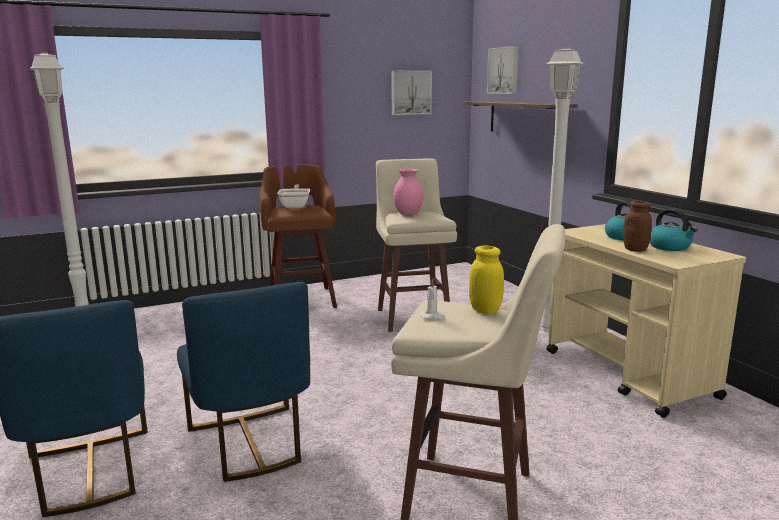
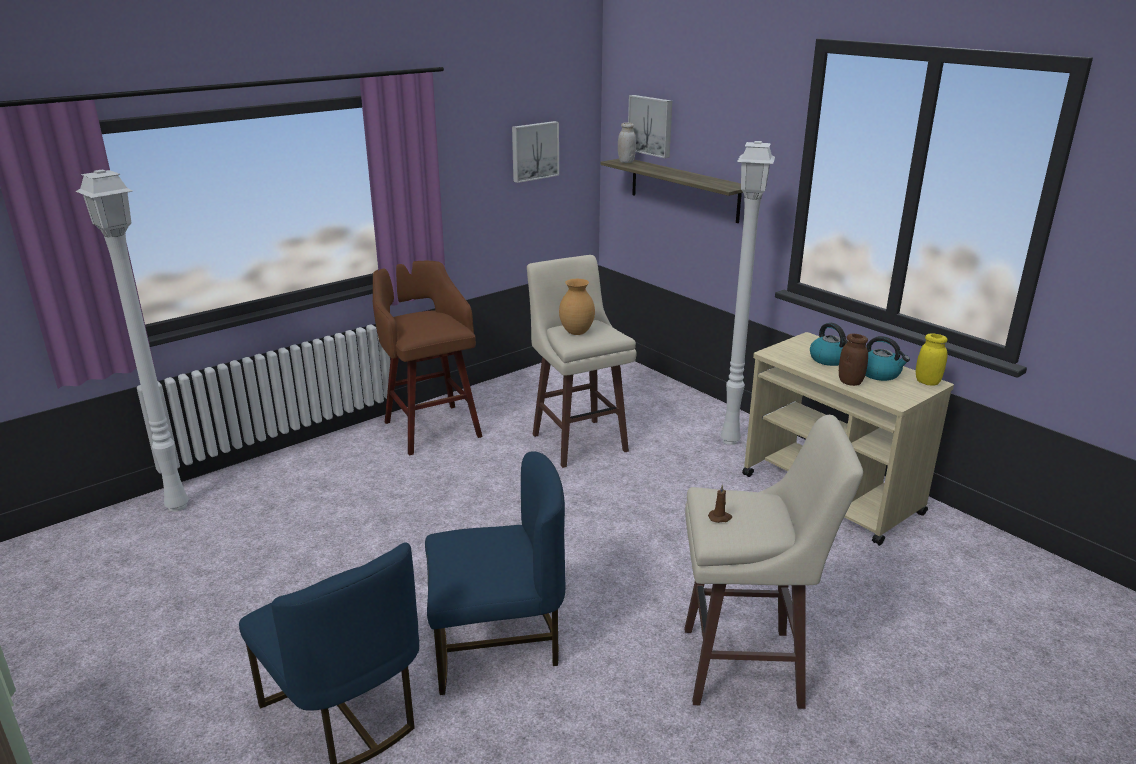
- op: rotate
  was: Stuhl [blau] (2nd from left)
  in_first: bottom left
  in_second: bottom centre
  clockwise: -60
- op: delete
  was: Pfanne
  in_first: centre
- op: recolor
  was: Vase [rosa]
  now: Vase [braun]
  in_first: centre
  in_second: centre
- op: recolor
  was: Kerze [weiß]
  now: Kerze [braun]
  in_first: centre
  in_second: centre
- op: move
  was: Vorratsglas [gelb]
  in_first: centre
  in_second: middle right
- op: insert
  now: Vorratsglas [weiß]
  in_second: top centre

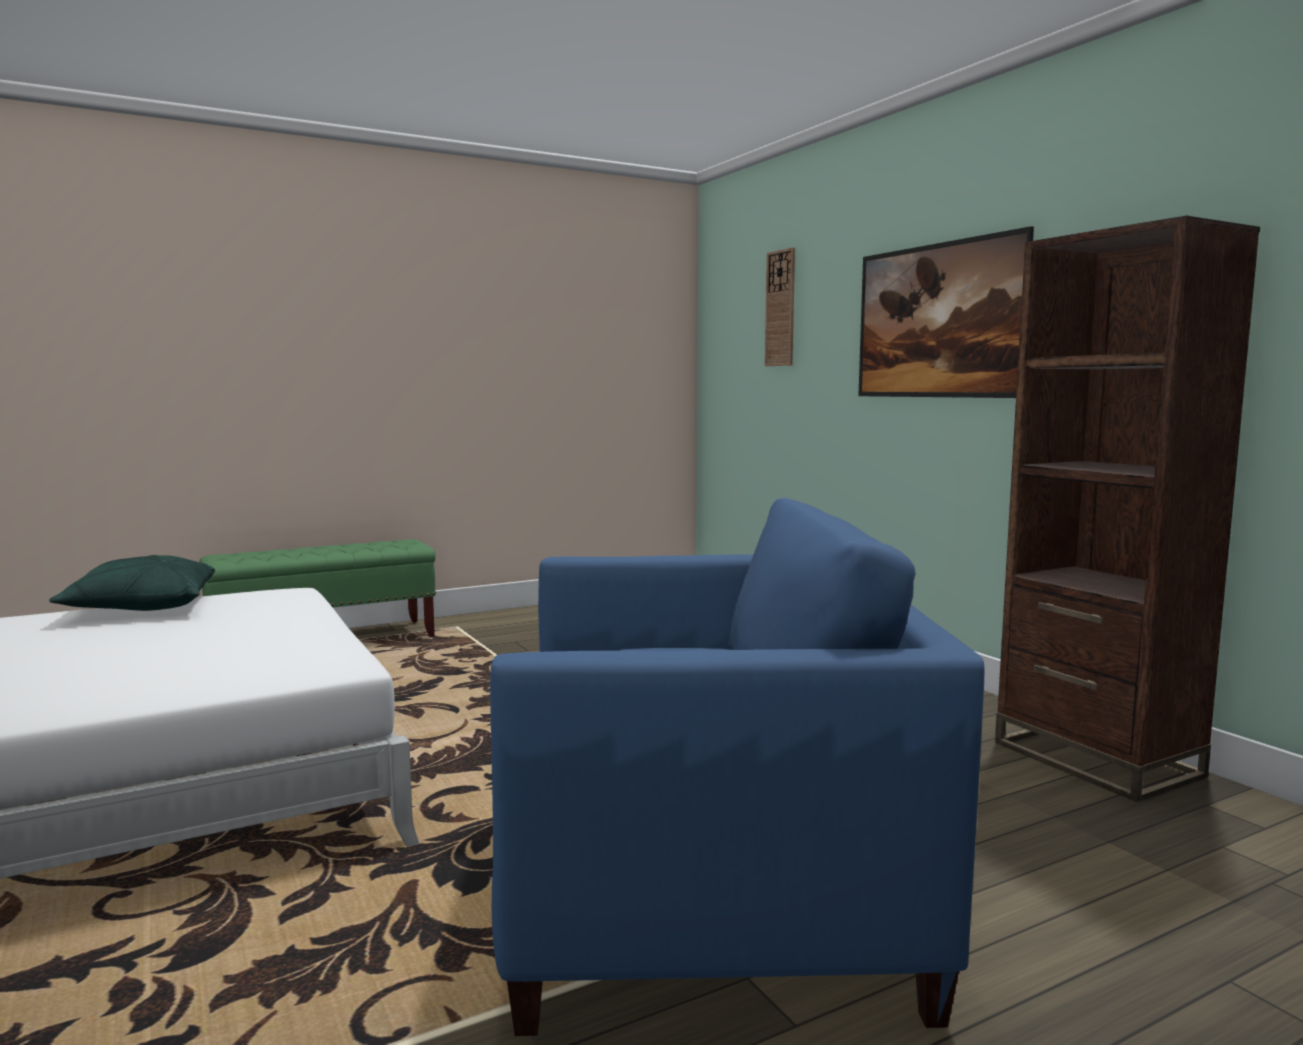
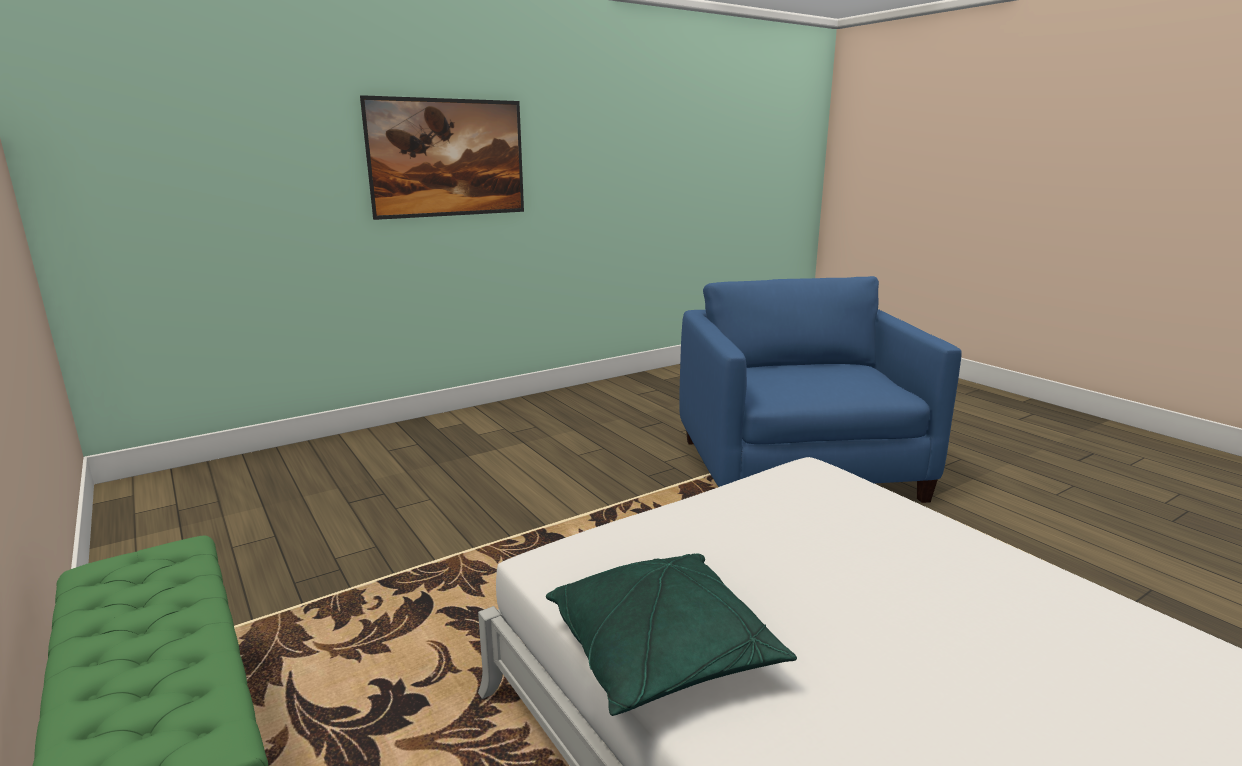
- op: delete
  was: Wanduhr
  in_first: top centre
- op: delete
  was: Bücherregal [braun]
  in_first: middle right

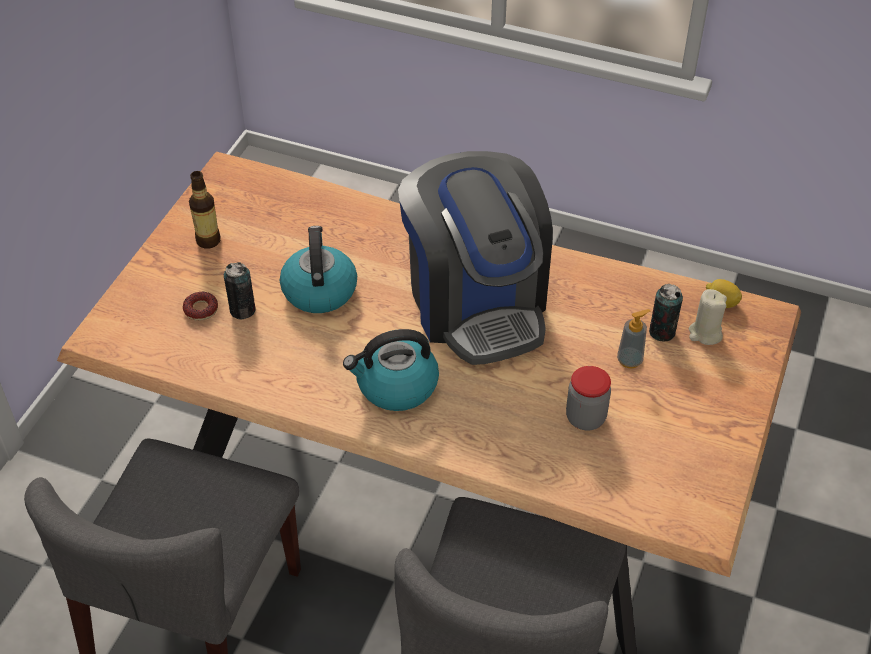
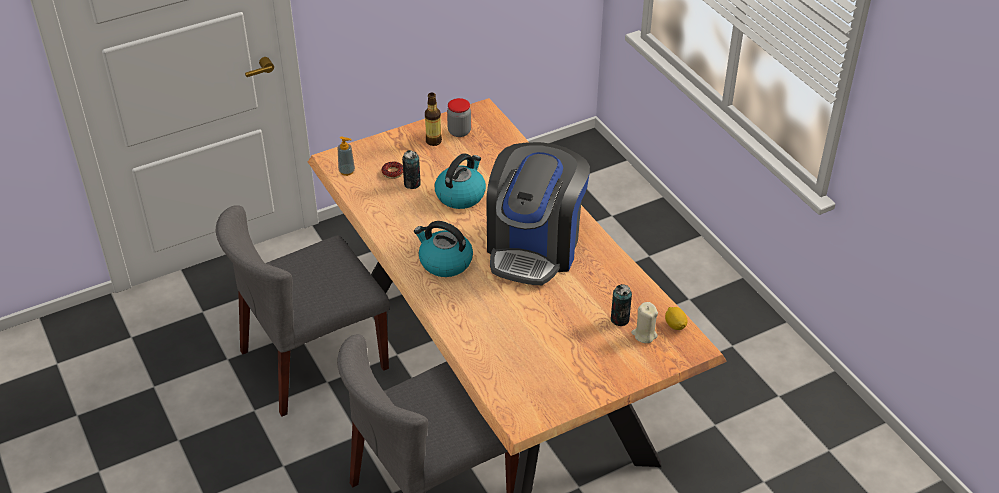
- op: move
  was: Vorratsglas
  in_first: middle right
  in_second: top centre
- op: move
  was: Seifenspender
  in_first: middle right
  in_second: top centre

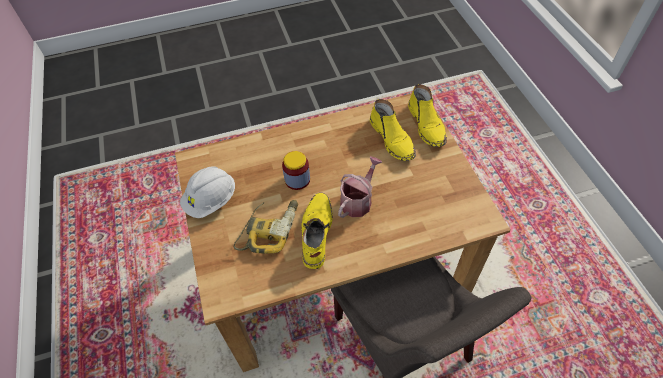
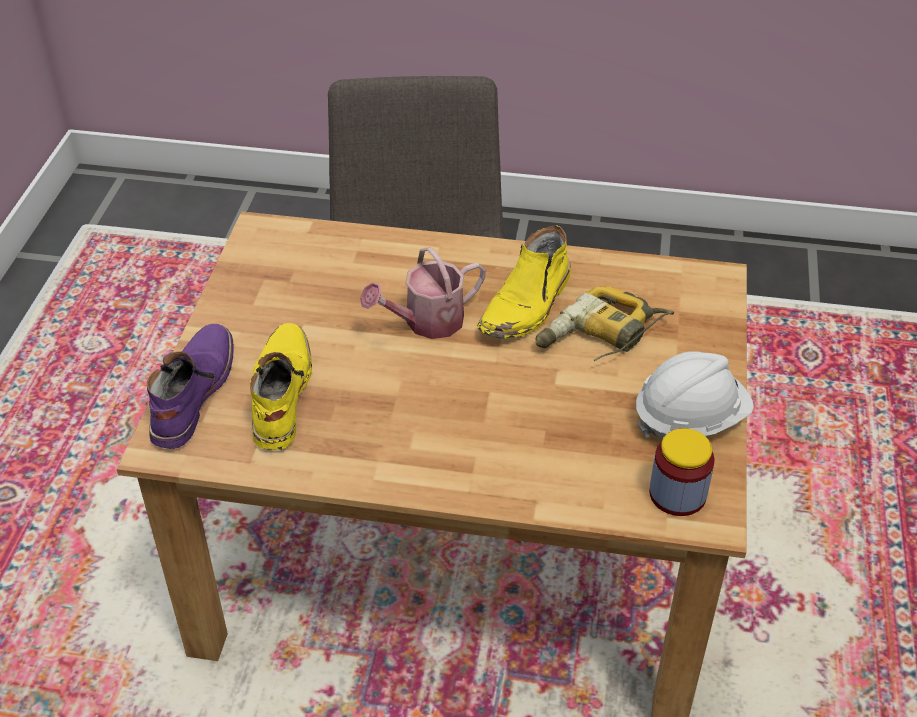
- op: move
  was: Vorratsglas
  in_first: centre
  in_second: middle right
- op: recolor
  was: Stiefel [gelb] (3rd from left)
  now: Stiefel [lila]
  in_first: top centre
  in_second: middle left

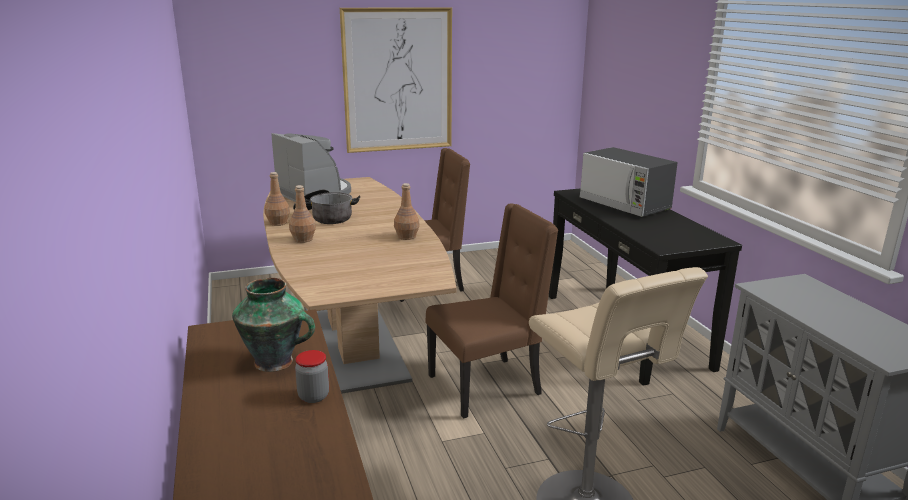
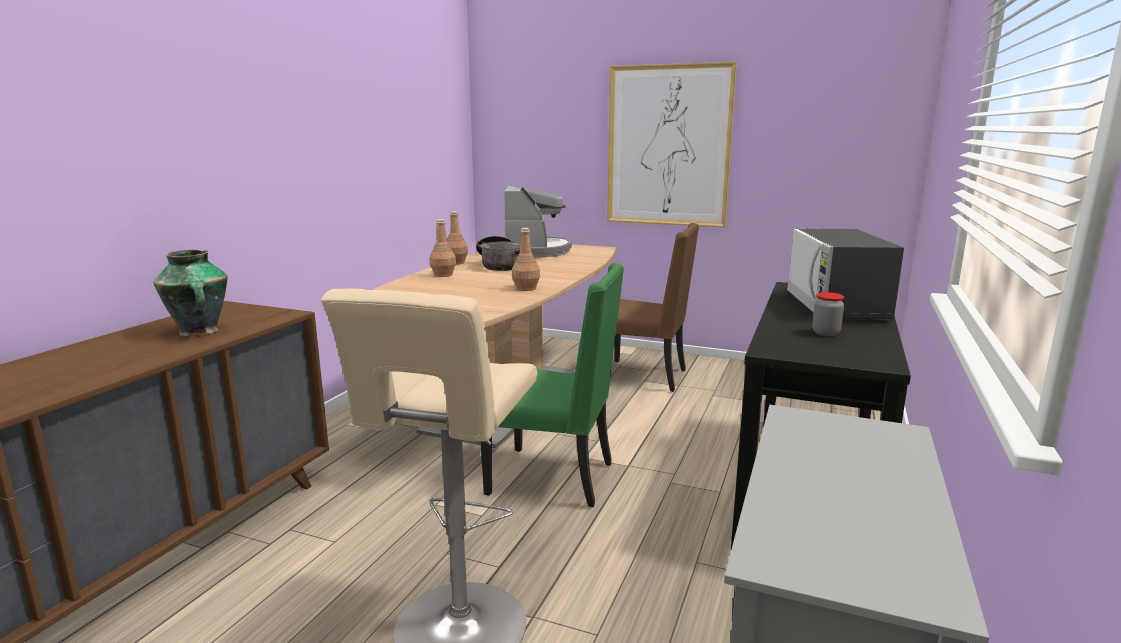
- op: move
  was: Vorratsglas
  in_first: bottom centre
  in_second: middle right
- op: recolor
  was: Stuhl [braun] (2nd from left)
  now: Stuhl [grün]
  in_first: centre
  in_second: centre

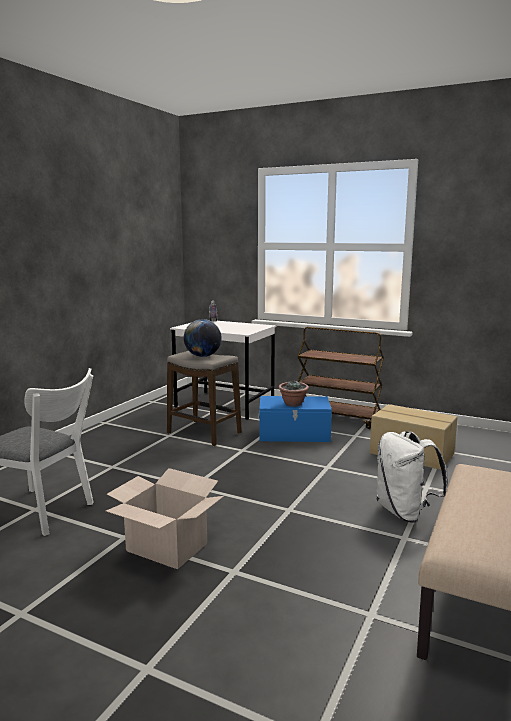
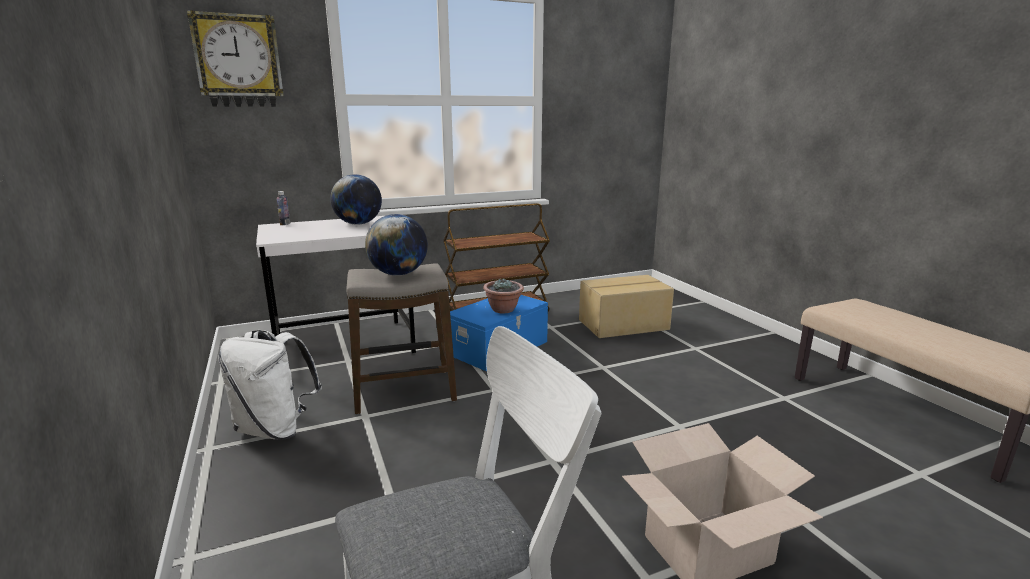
- op: move
  was: Rucksack [weiß]
  in_first: middle right
  in_second: middle left
- op: insert
  now: Wanduhr
  in_second: top left
- op: insert
  now: Globus (1st from left)
  in_second: centre

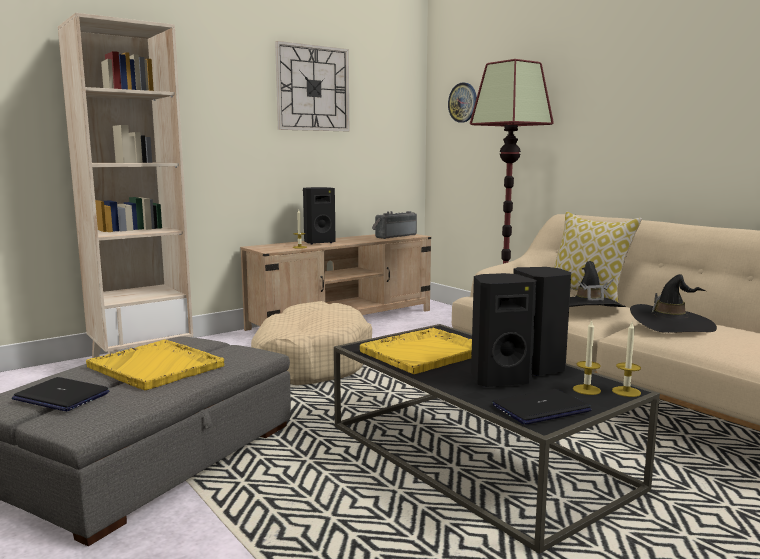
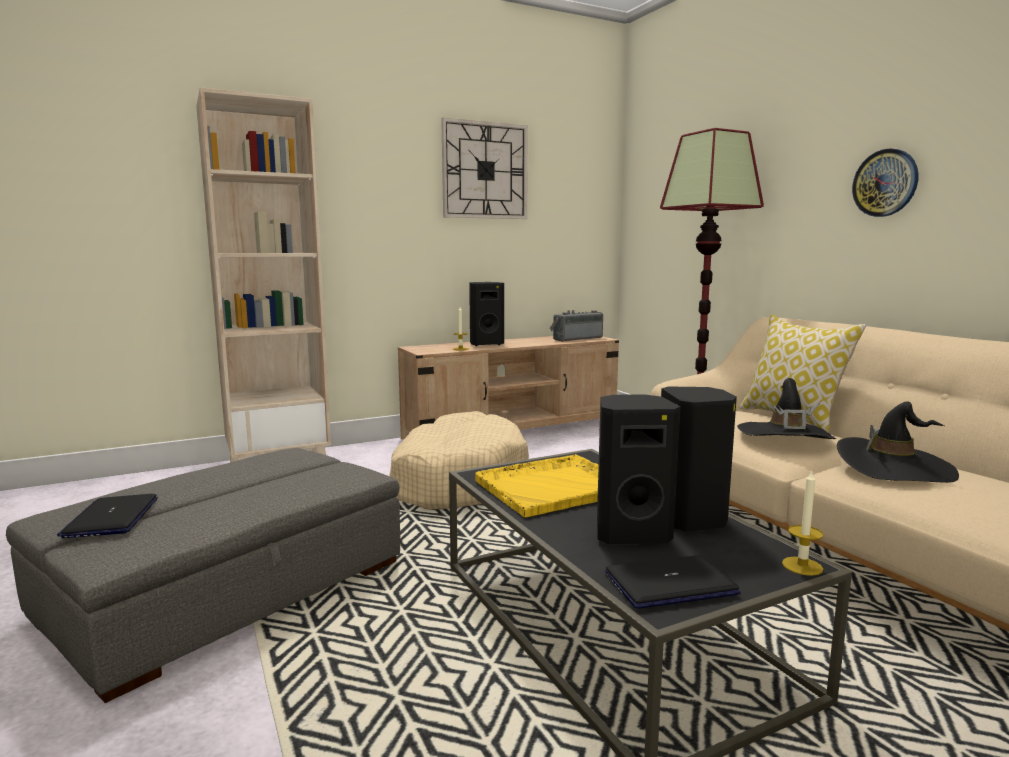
- op: rotate
  was: Laptop (1st from left)
  in_first: bottom left
  in_second: bottom left
  clockwise: 45
- op: delete
  was: Tablett [gelb] (1st from left)
  in_first: middle left
- op: move
  was: Wanduhr (2nd from left)
  in_first: top centre
  in_second: top right
- op: delete
  was: Kerze (2nd from left)
  in_first: middle right

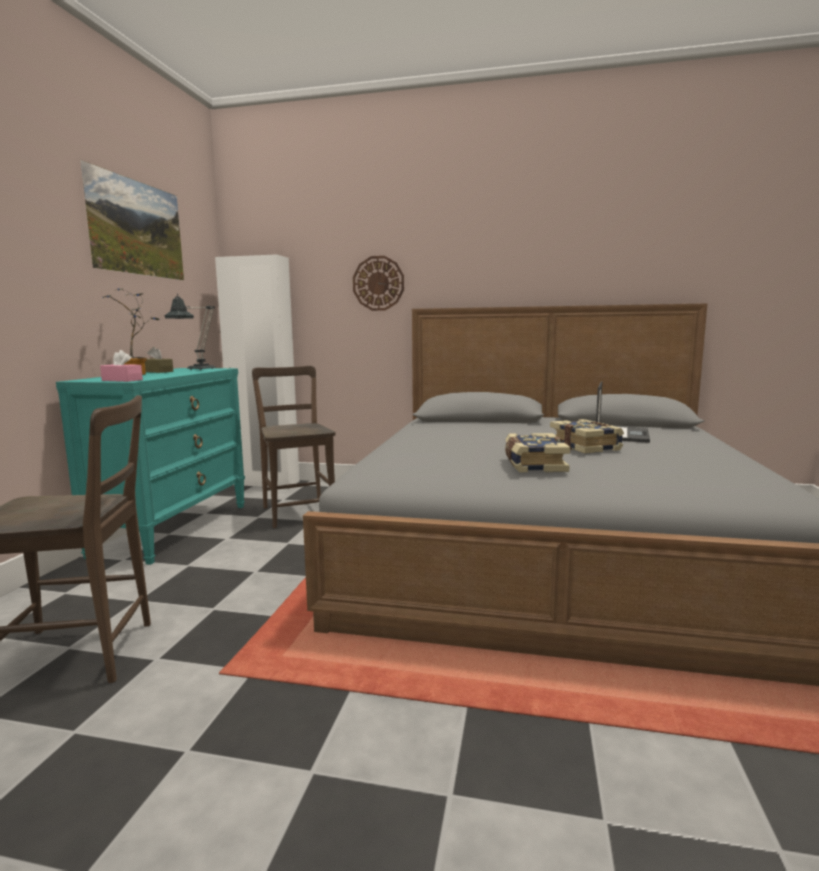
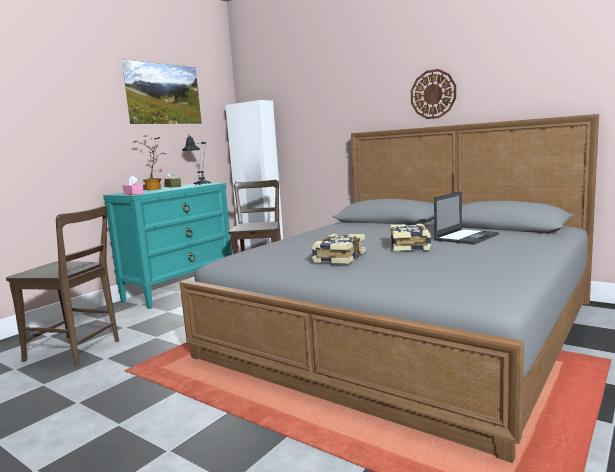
- op: move
  was: Wanduhr
  in_first: top centre
  in_second: top right

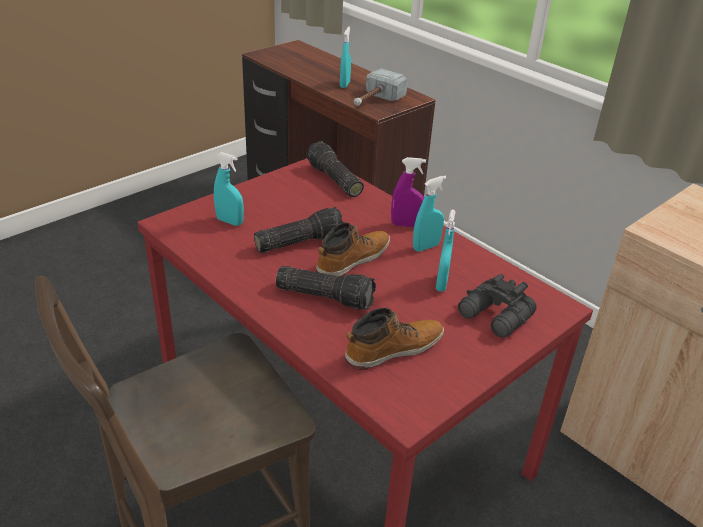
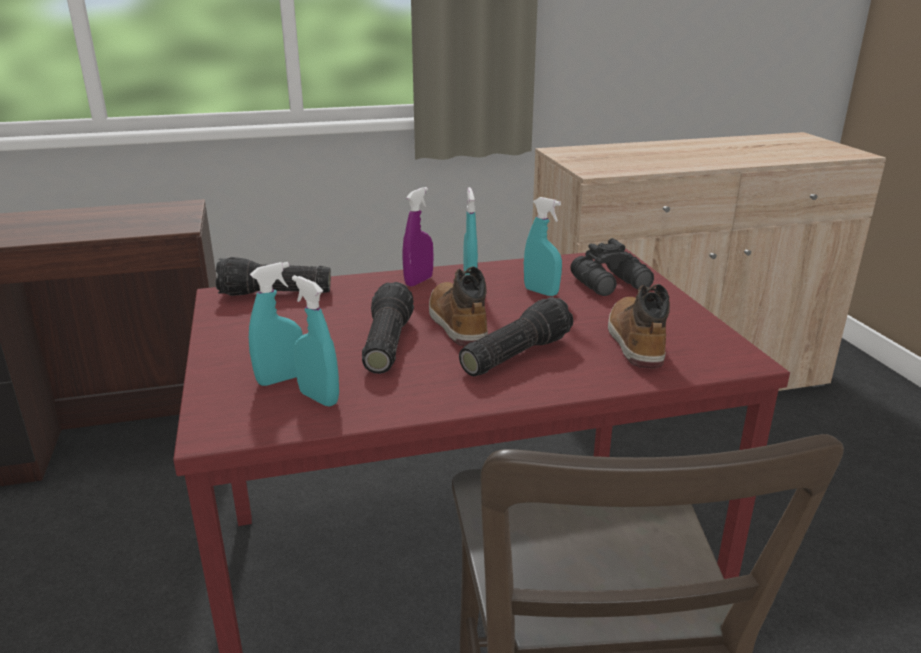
- op: move
  was: Sprühflasche [türkis] (2nd from left)
  in_first: top centre
  in_second: centre
- op: delete
  was: Hammer
  in_first: top centre

